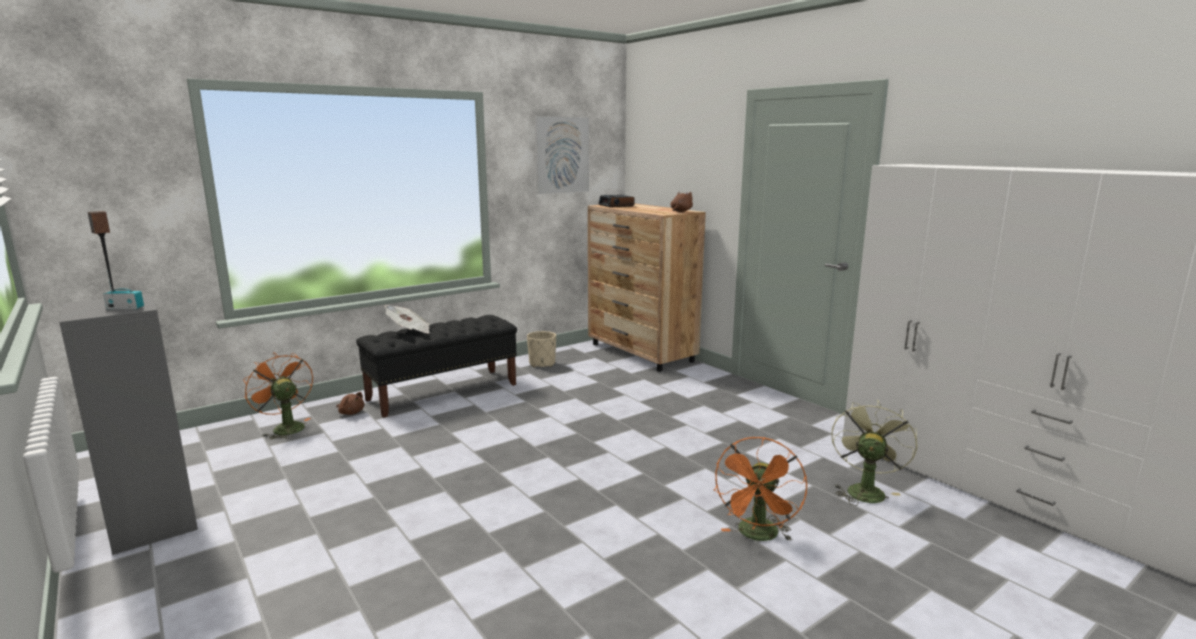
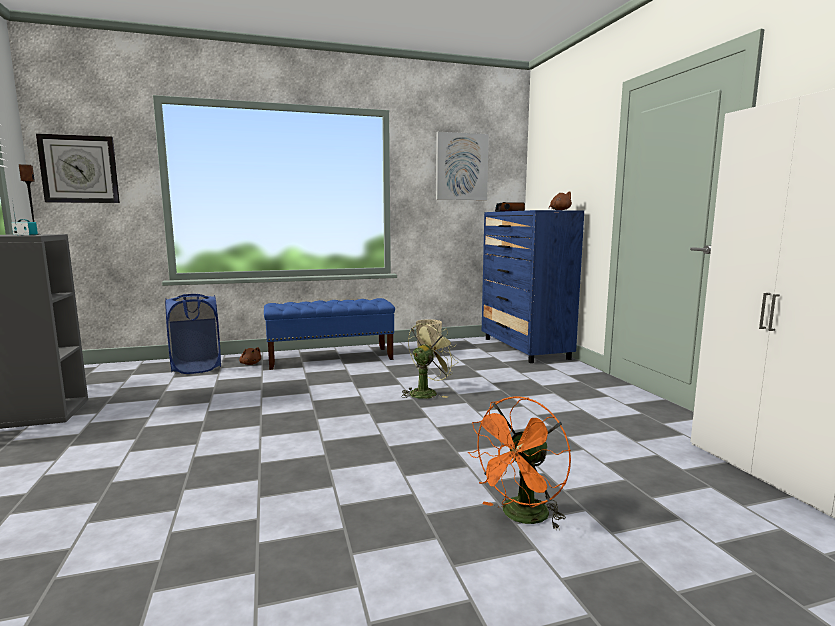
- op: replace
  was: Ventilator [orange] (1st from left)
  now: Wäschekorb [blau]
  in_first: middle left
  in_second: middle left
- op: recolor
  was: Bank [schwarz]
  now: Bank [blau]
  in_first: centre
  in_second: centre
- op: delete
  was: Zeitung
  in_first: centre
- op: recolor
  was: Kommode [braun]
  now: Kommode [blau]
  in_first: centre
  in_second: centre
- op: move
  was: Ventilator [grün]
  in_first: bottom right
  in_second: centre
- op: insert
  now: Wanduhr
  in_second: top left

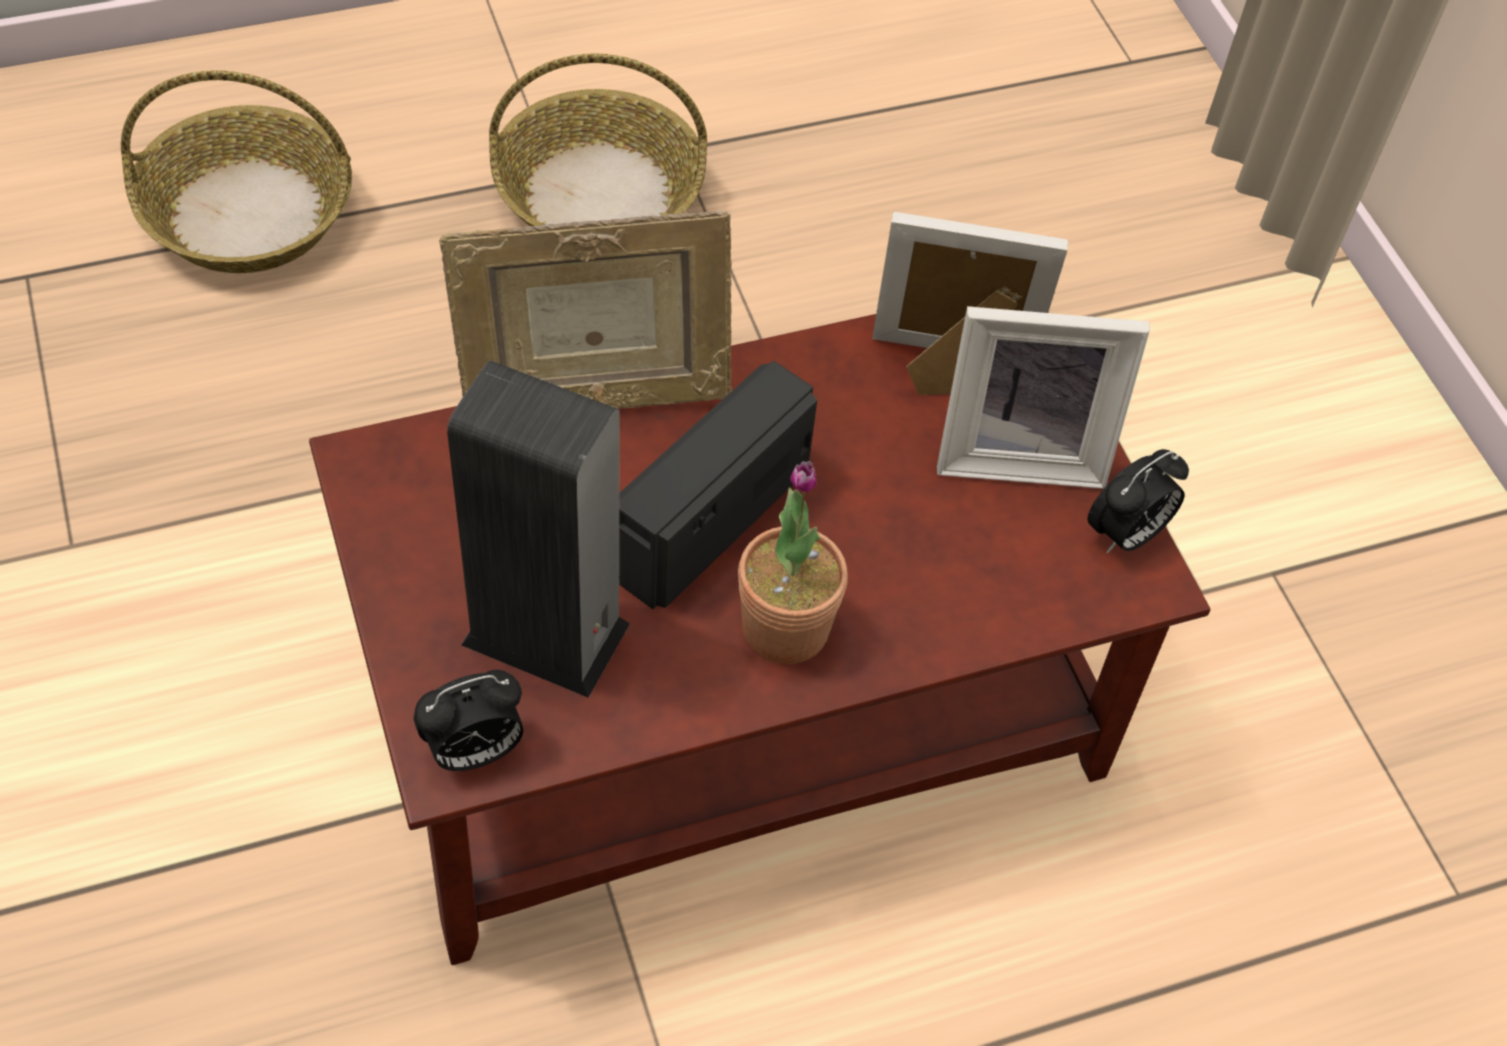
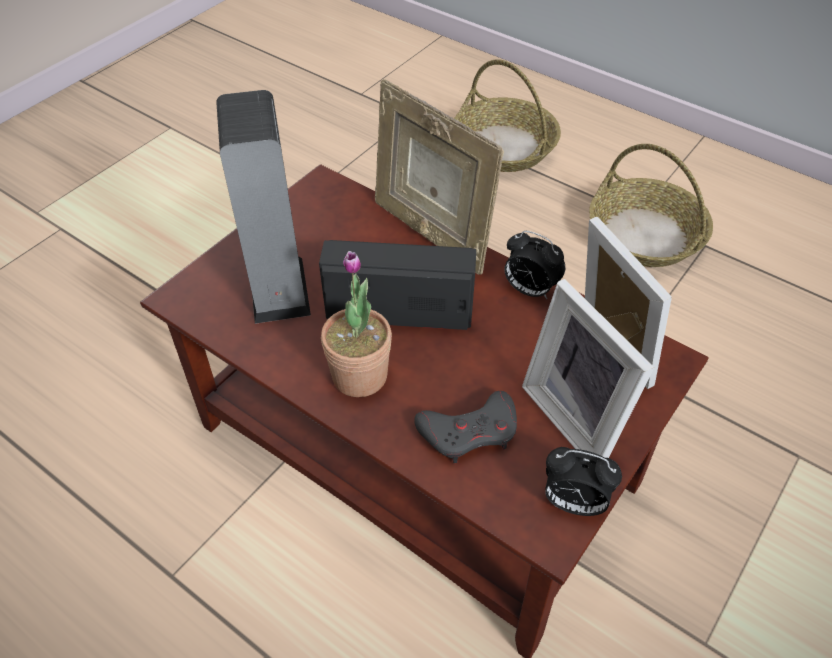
- op: move
  was: Wecker (1st from left)
  in_first: bottom left
  in_second: centre
- op: insert
  now: Gamepad [grau]
  in_second: centre

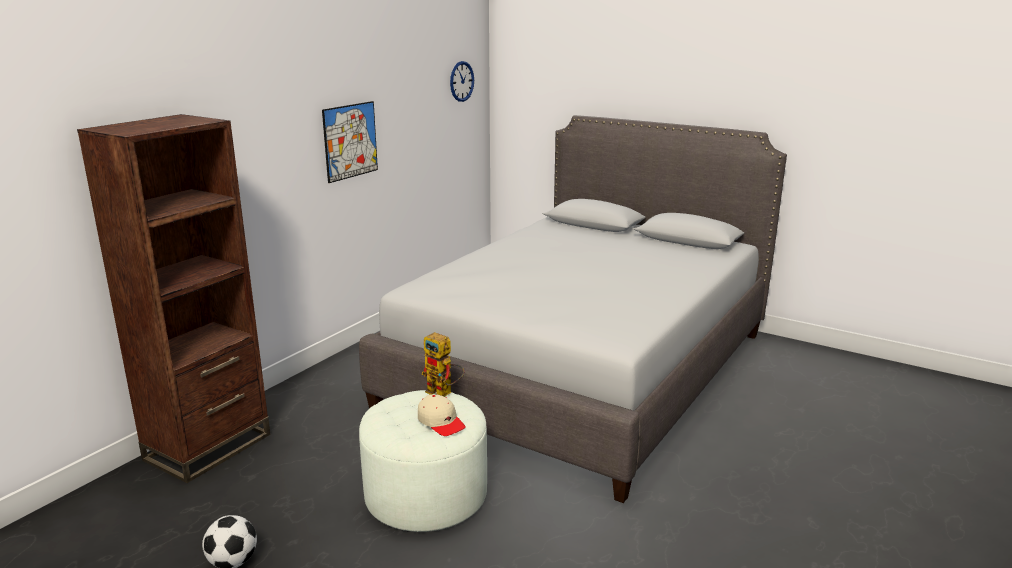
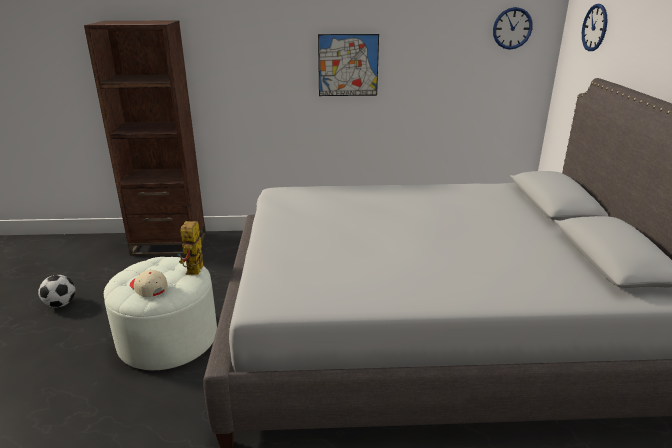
- op: rotate
  was: Kappe [beige]
  in_first: bottom centre
  in_second: middle left
  clockwise: 120
- op: insert
  now: Wanduhr (2nd from left)
  in_second: top right

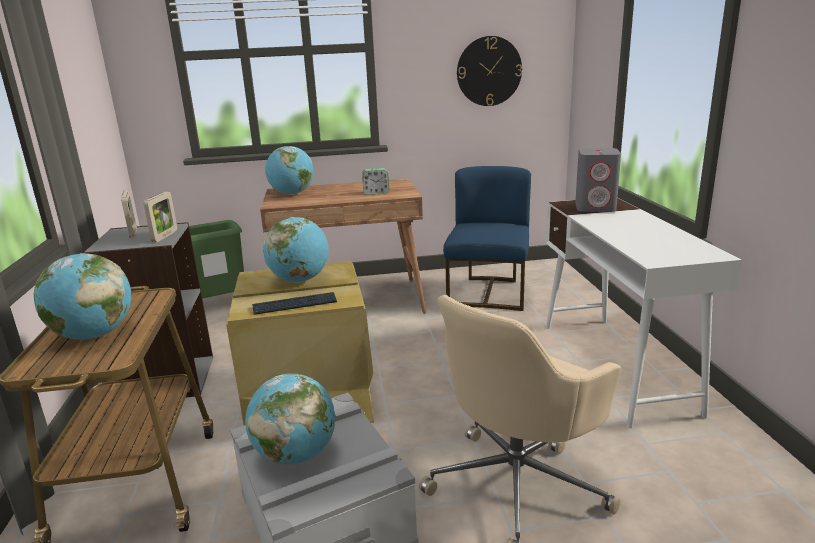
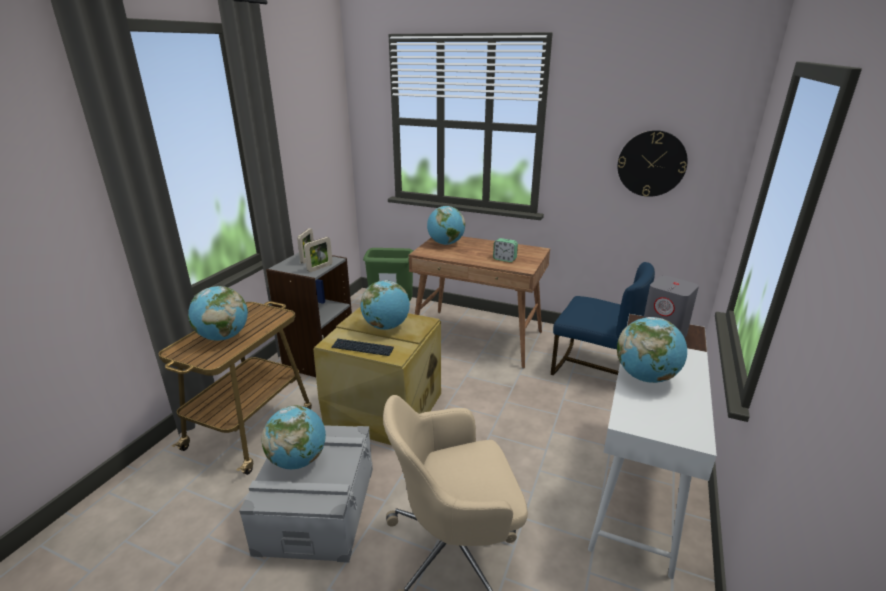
- op: rotate
  was: Stuhl [blau]
  in_first: centre
  in_second: middle right
  clockwise: 75
- op: insert
  now: Globus (5th from left)
  in_second: middle right

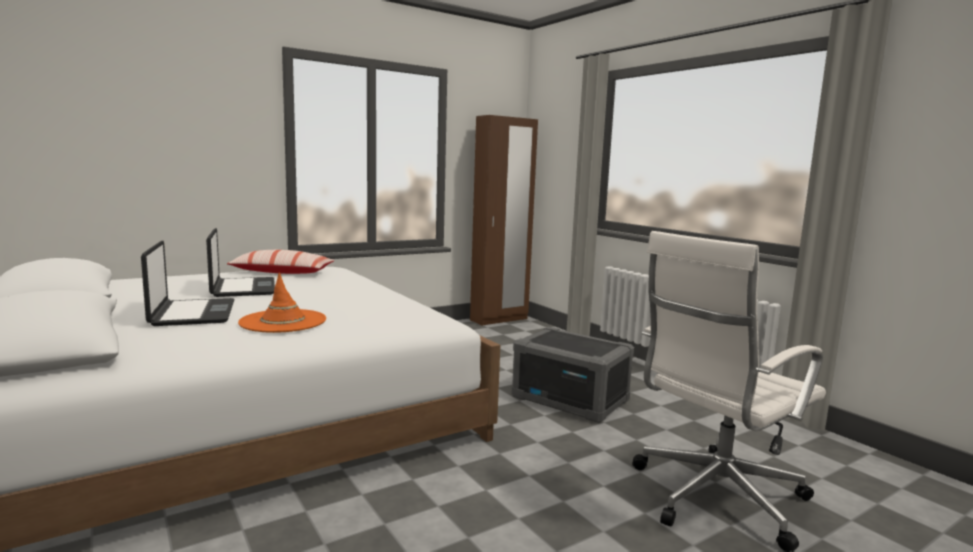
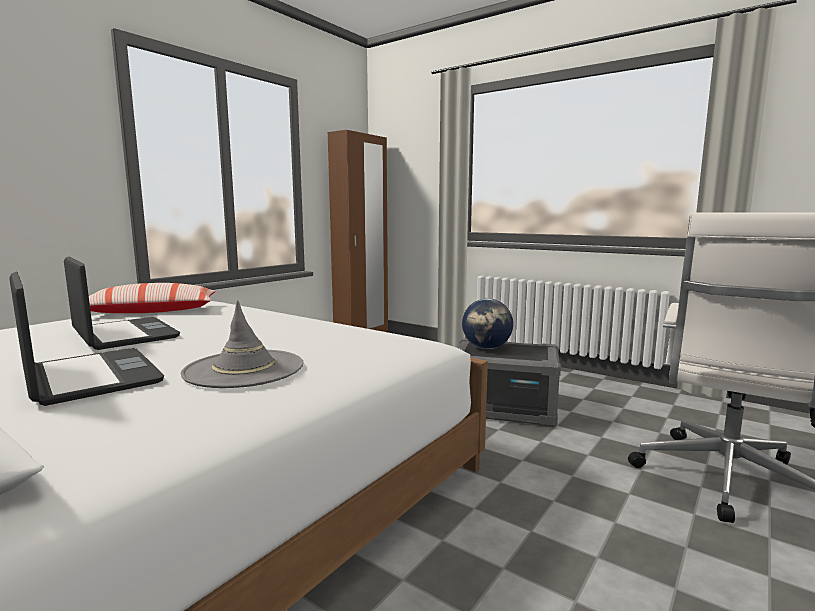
- op: recolor
  was: Hut [orange]
  now: Hut [grau]
  in_first: middle left
  in_second: middle left
- op: insert
  now: Globus
  in_second: centre

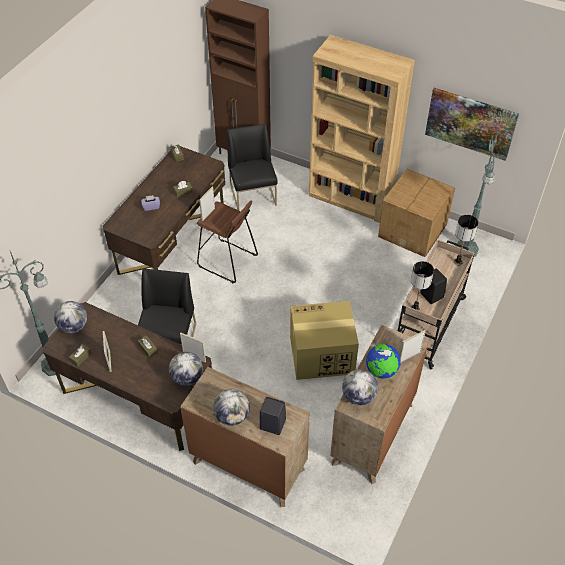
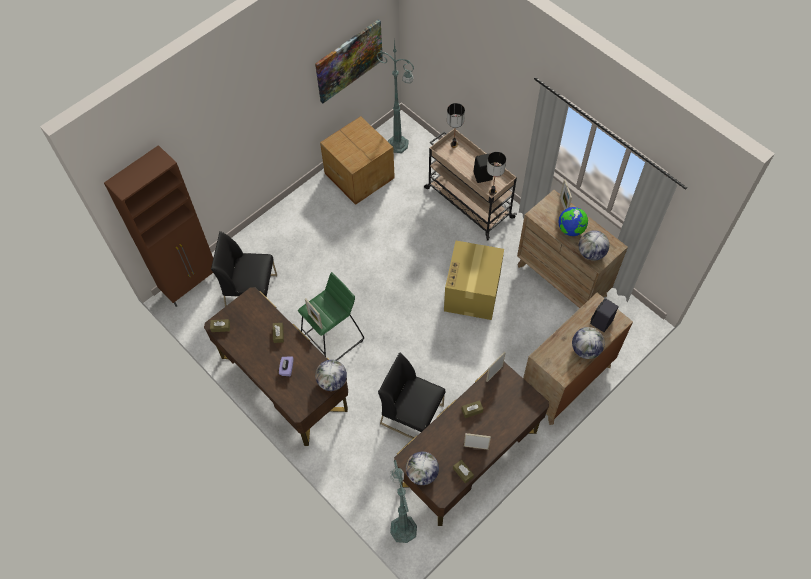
- op: move
  was: Globus (2nd from left in the first image)
  now: Globus (1st from left)
  in_first: middle left
  in_second: centre
- op: recolor
  was: Hocker [braun]
  now: Hocker [grün]
  in_first: centre
  in_second: centre
- op: delete
  was: Bücherregal [braun]
  in_first: top centre

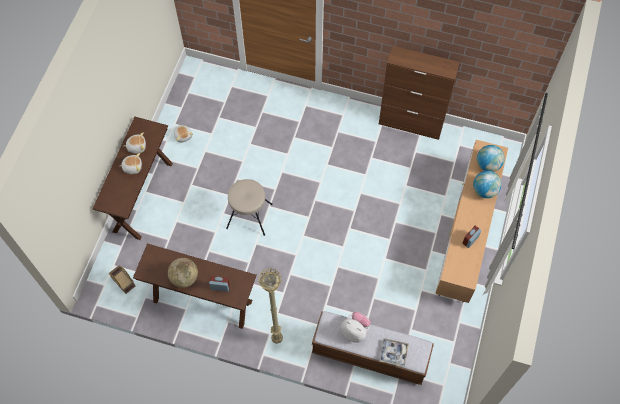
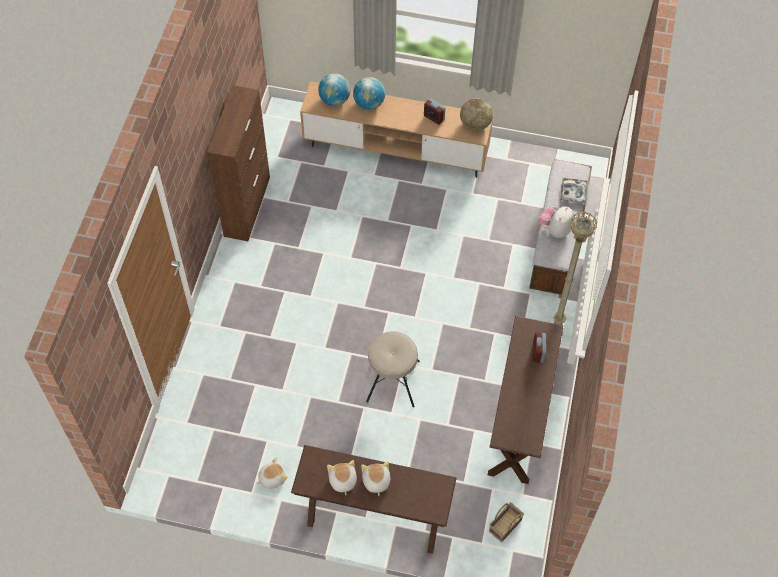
- op: move
  was: Globus (1st from left in the first image)
  now: Globus (3rd from left)
  in_first: bottom left
  in_second: top centre

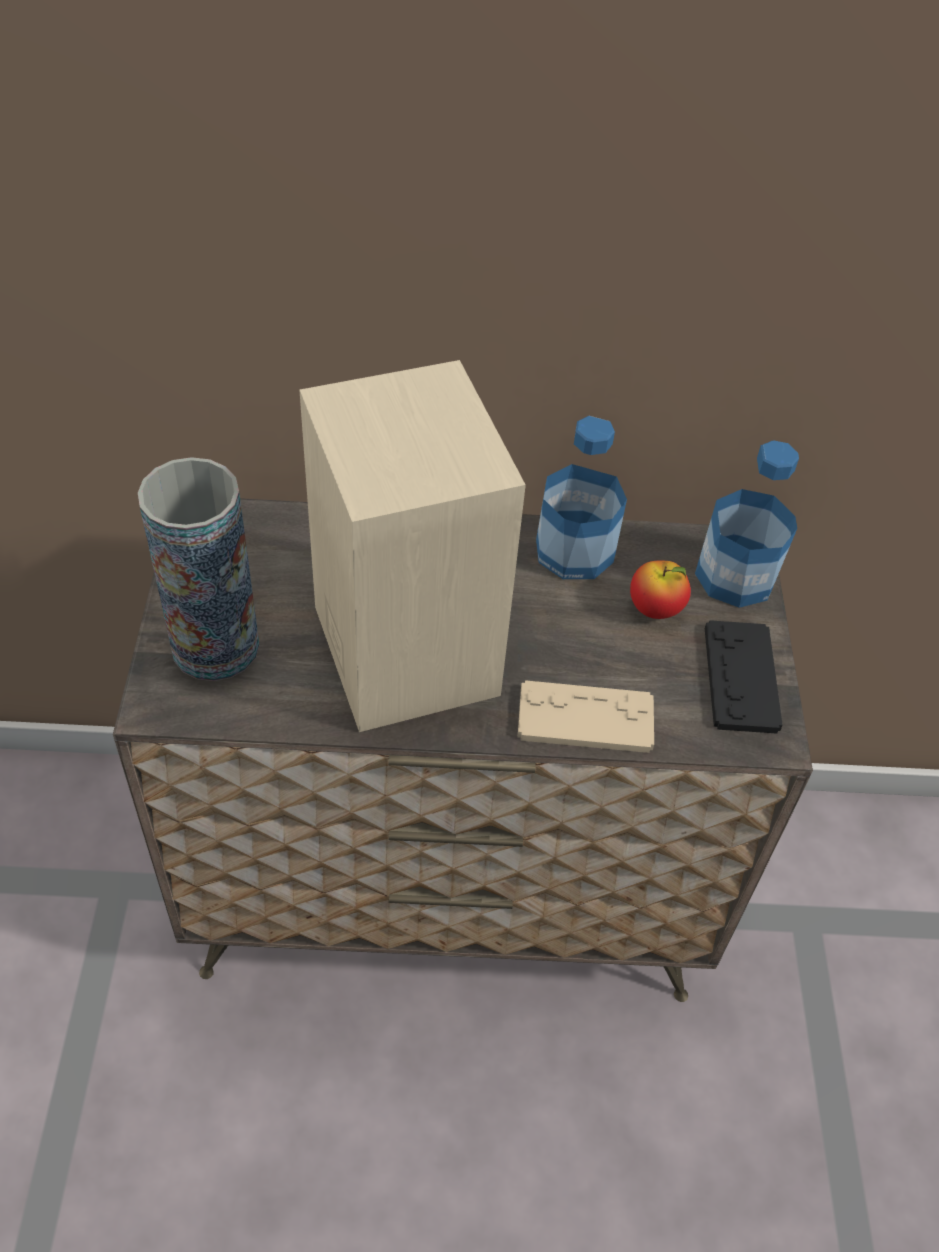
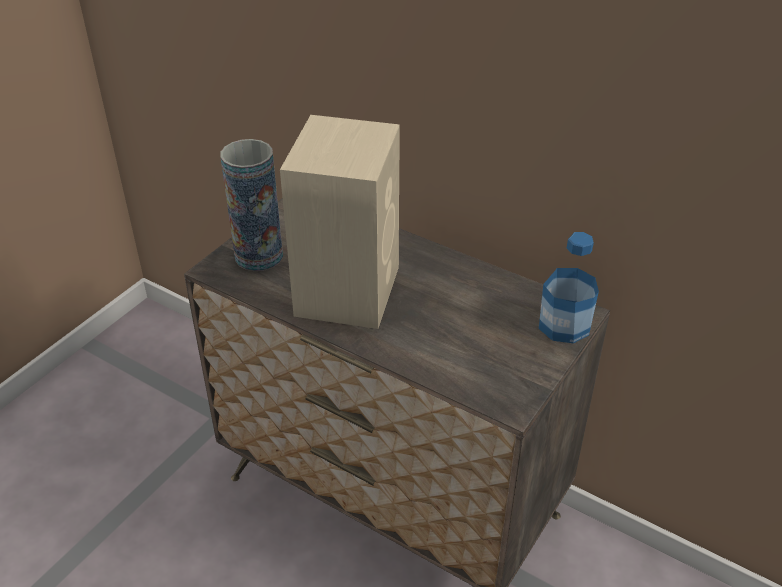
- op: delete
  was: Gamepad [beige]
  in_first: centre
- op: delete
  was: Flasche (1st from left)
  in_first: centre
- op: delete
  was: Apfel
  in_first: middle right
- op: delete
  was: Gamepad [schwarz]
  in_first: middle right

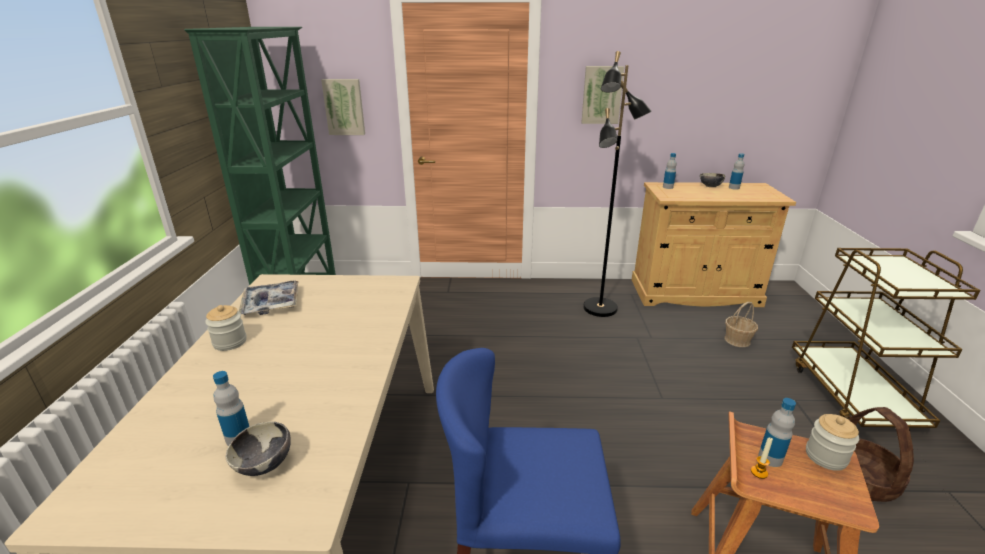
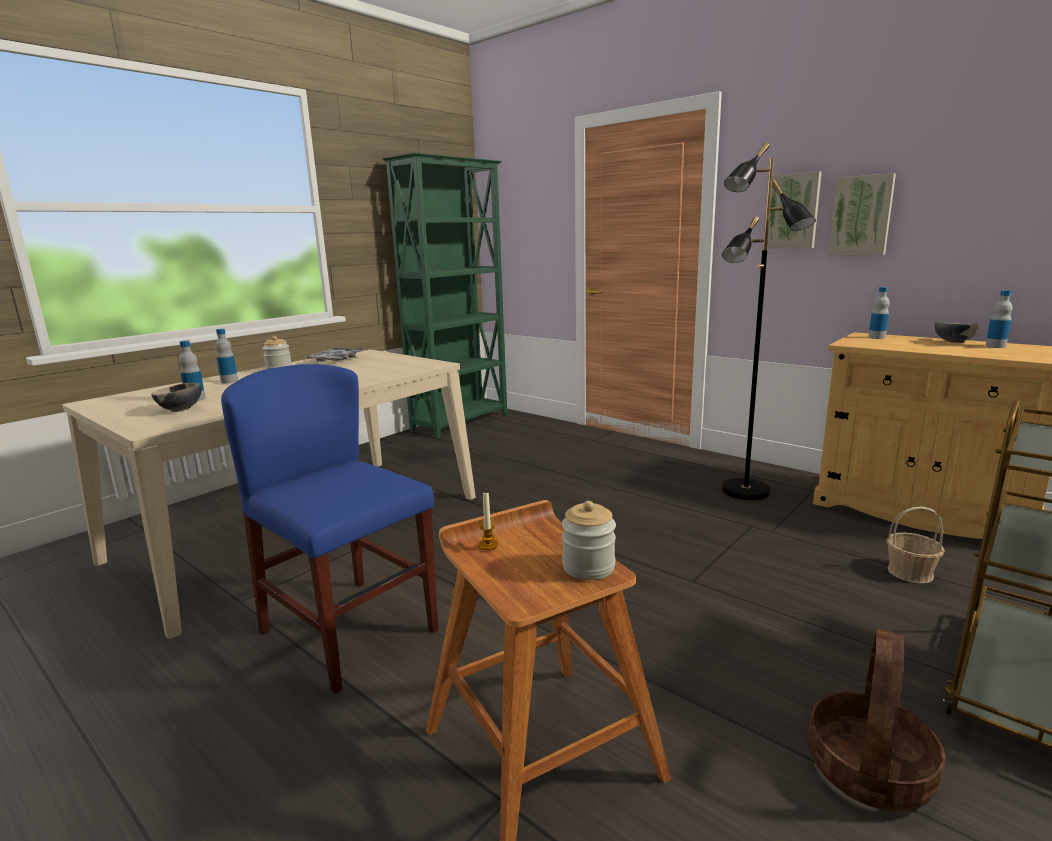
- op: move
  was: Bild (1st from left in the first image)
  now: Bild (2nd from left)
  in_first: top centre
  in_second: top right
- op: move
  was: Flasche (4th from left in the first image)
  now: Flasche (2nd from left)
  in_first: bottom right
  in_second: middle left

